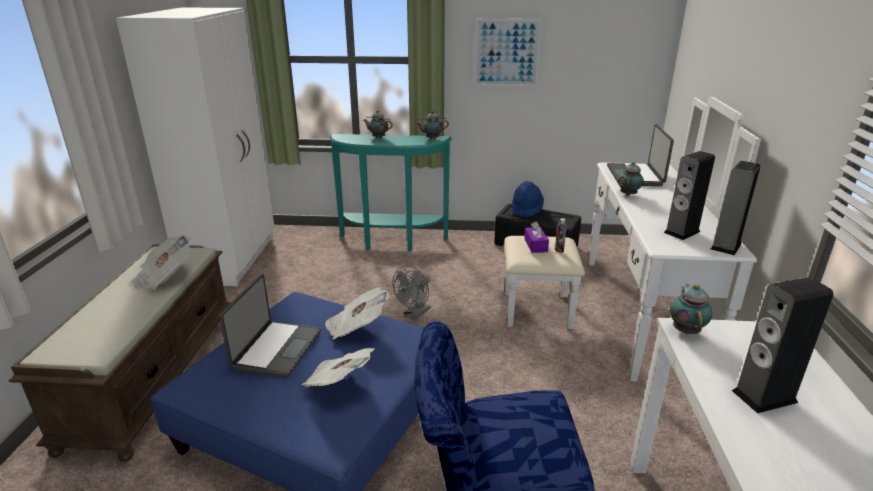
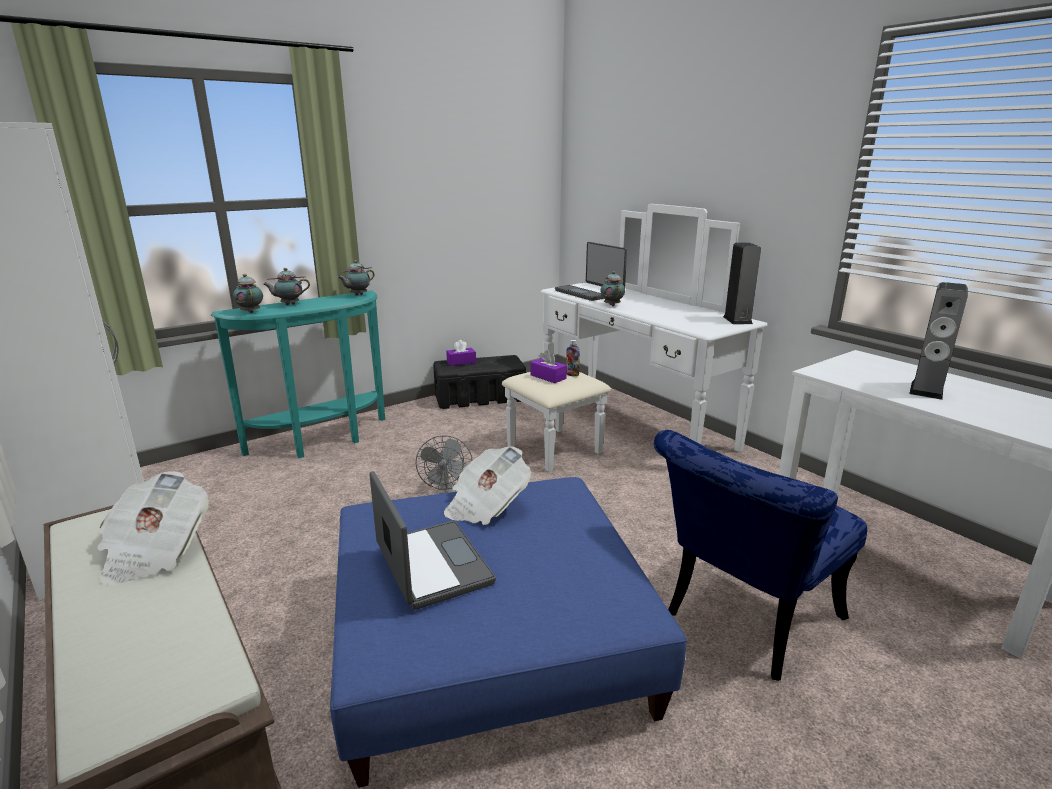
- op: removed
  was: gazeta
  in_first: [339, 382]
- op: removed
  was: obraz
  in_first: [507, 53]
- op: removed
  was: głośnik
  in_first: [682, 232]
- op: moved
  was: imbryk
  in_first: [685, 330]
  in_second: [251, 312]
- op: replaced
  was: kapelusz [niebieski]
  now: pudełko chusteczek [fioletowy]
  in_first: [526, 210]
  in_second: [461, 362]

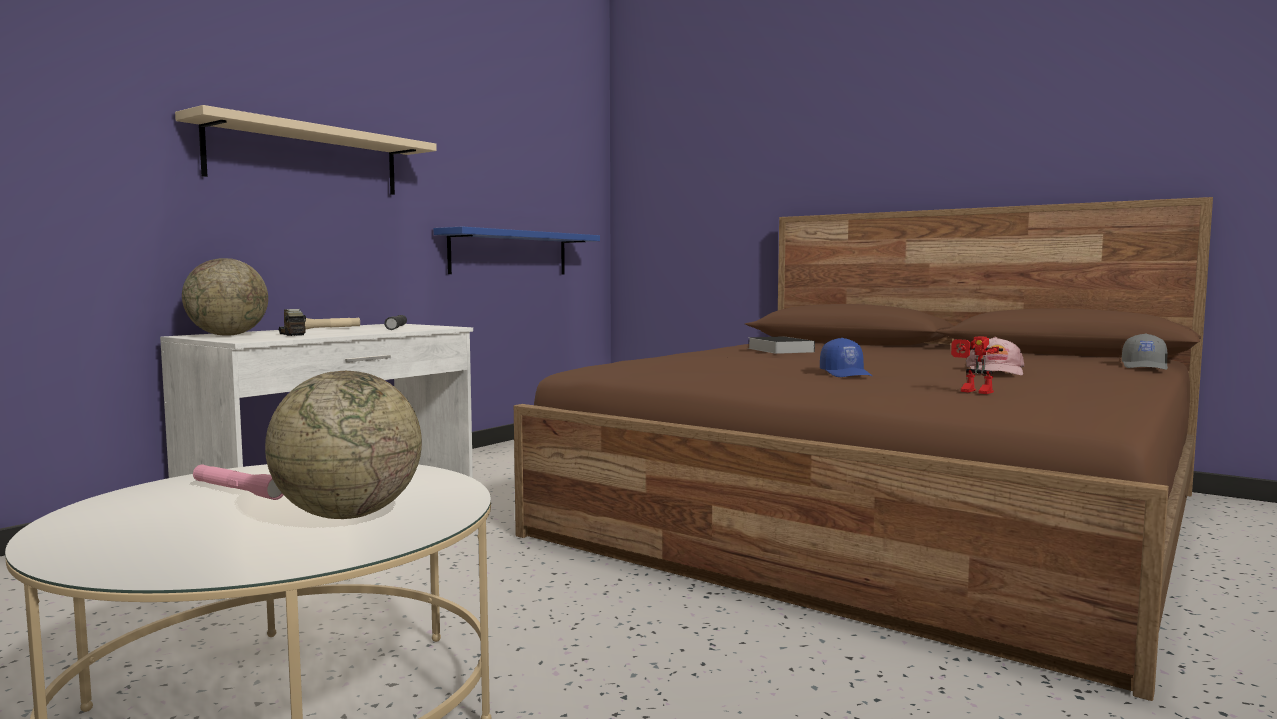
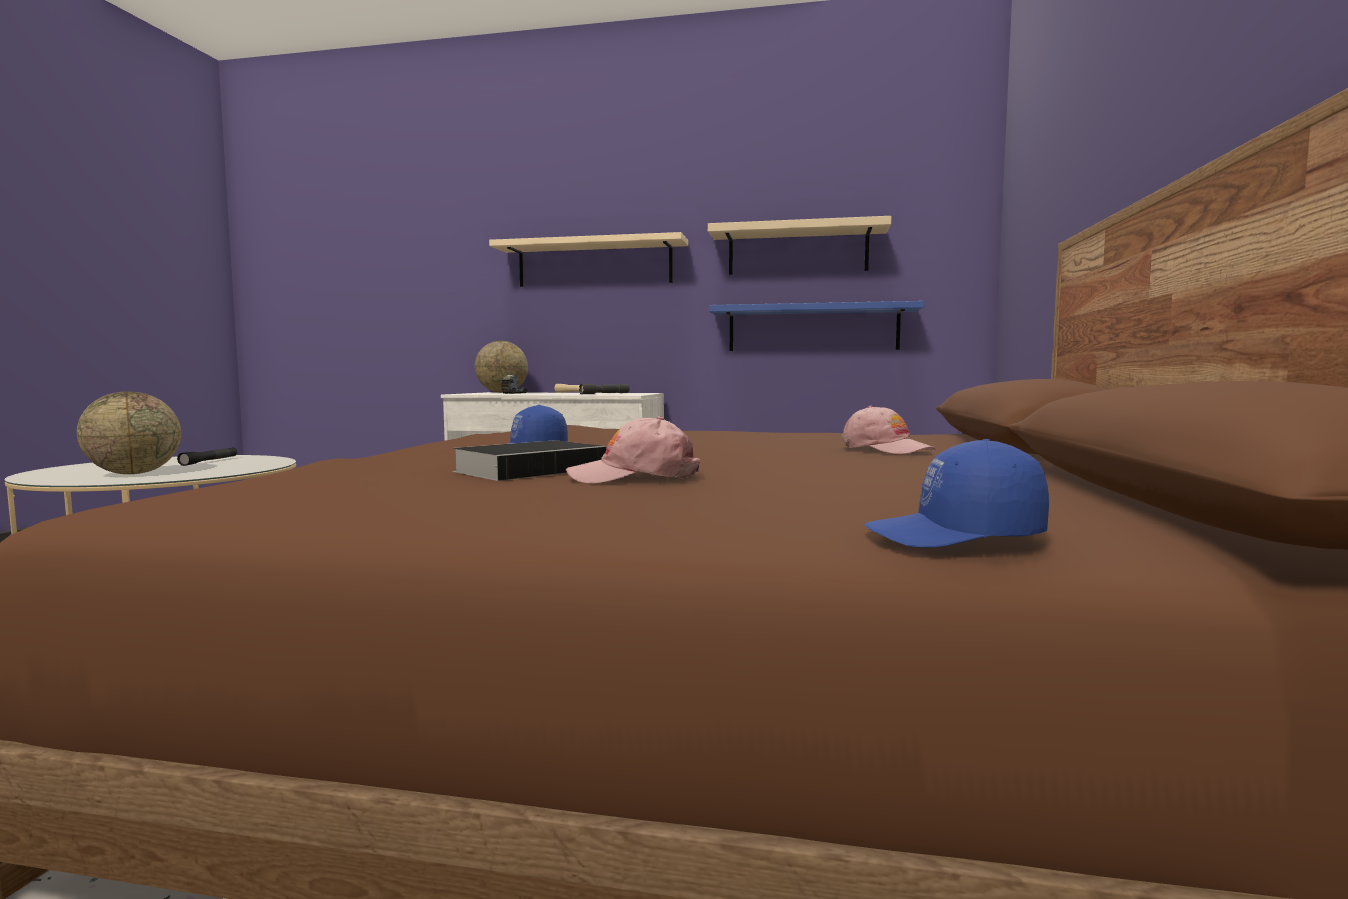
- op: removed
  was: robot zabawkowy
  in_first: [973, 392]
- op: added
  now: półka [beżowy]
  in_second: [797, 250]
- op: added
  now: czapka z daszkiem [różowy]
  in_second: [885, 449]
- op: moved
  was: książka
  in_first: [778, 350]
  in_second: [533, 469]
- op: recoloured
  was: latarka [różowy]
  now: latarka [czarny]
  in_first: [238, 491]
  in_second: [209, 461]
- op: recoloured
  was: czapka z daszkiem [szary]
  now: czapka z daszkiem [niebieski]
  in_first: [1145, 367]
  in_second: [955, 536]

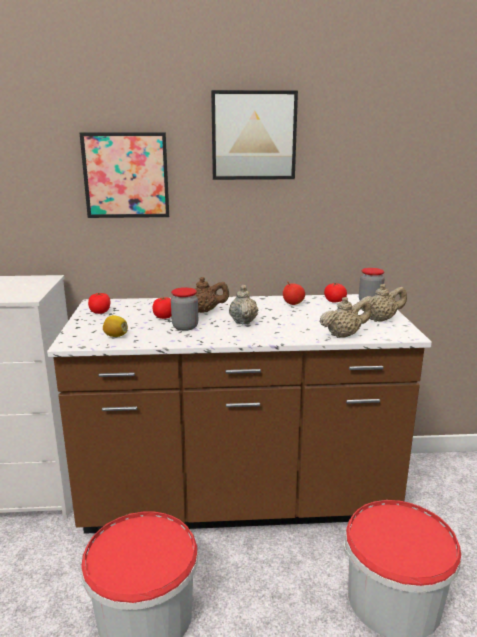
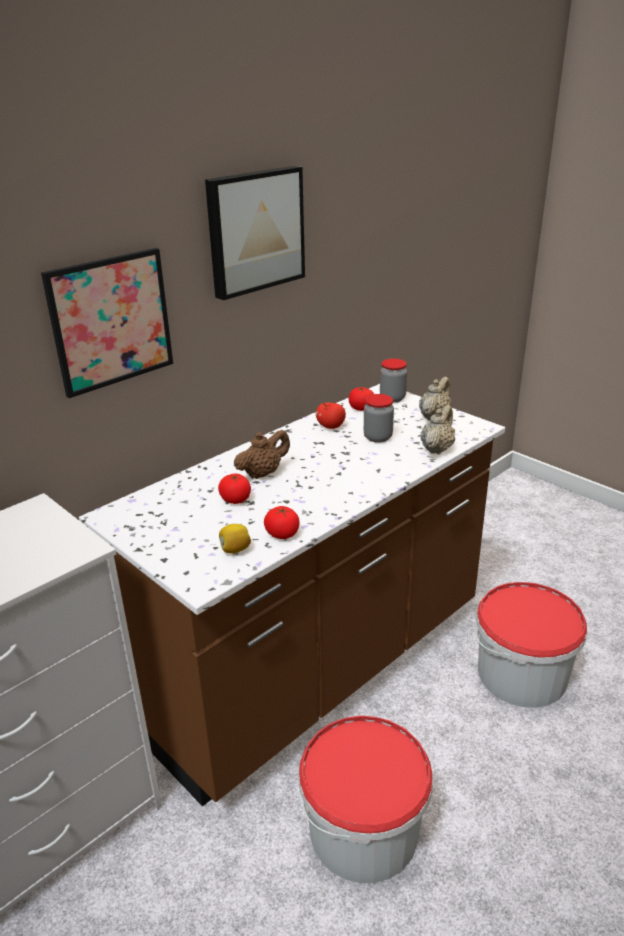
- op: removed
  was: imbryk [beżowy]
  in_first: [243, 321]
- op: moved
  was: pomidor
  in_first: [100, 312]
  in_second: [282, 534]
- op: moved
  was: słoik
  in_first: [185, 327]
  in_second: [378, 437]

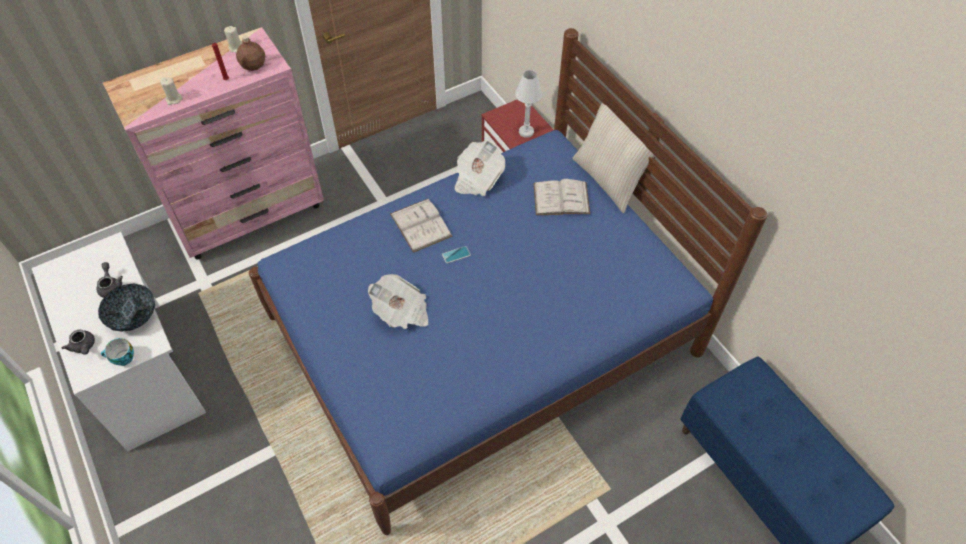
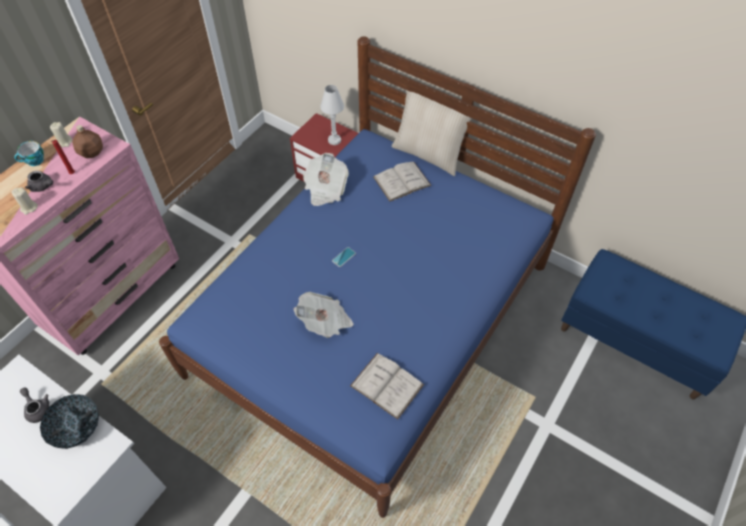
- op: moved
  was: imbryk [szary]
  in_first: [84, 347]
  in_second: [43, 187]
- op: moved
  was: filiżanka
  in_first: [122, 359]
  in_second: [34, 161]
- op: moved
  was: książka [biały]
  in_first: [420, 225]
  in_second: [387, 385]

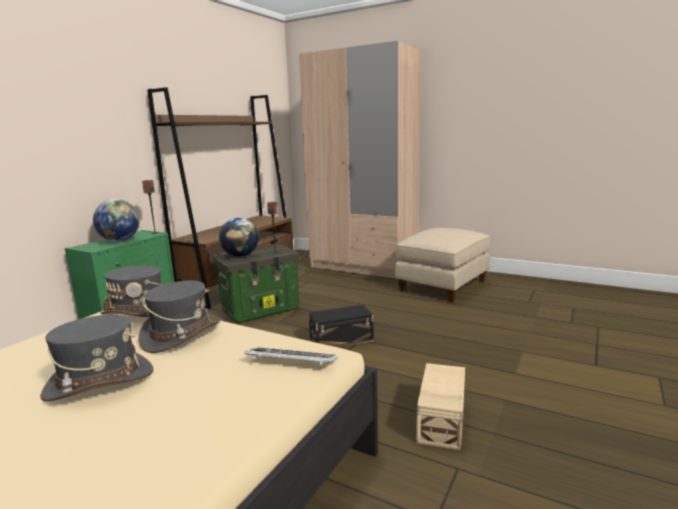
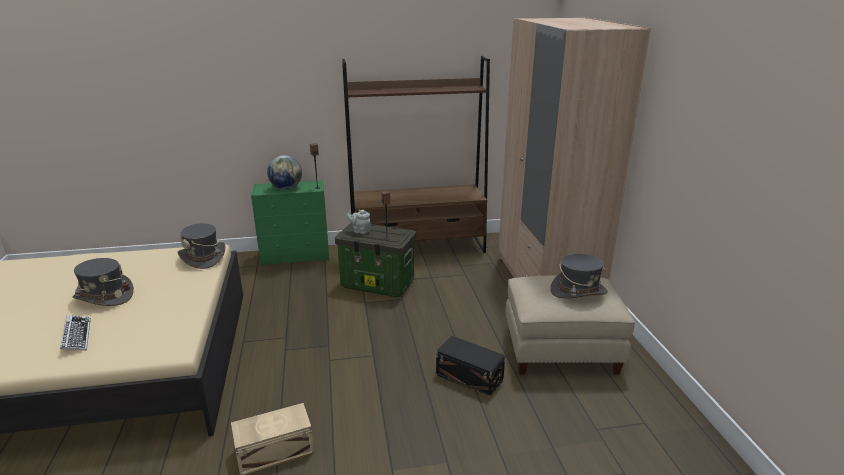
- op: moved
  was: kapelusz [szary]
  in_first: [181, 335]
  in_second: [578, 291]
- op: moved
  was: klawiatura
  in_first: [291, 361]
  in_second: [76, 336]
- op: moved
  was: pojemnik do przechowywania [czarny]
  in_first: [340, 339]
  in_second: [469, 376]
- op: replaced
  was: globus
  now: imbryk [szary]
  in_first: [240, 256]
  in_second: [360, 231]

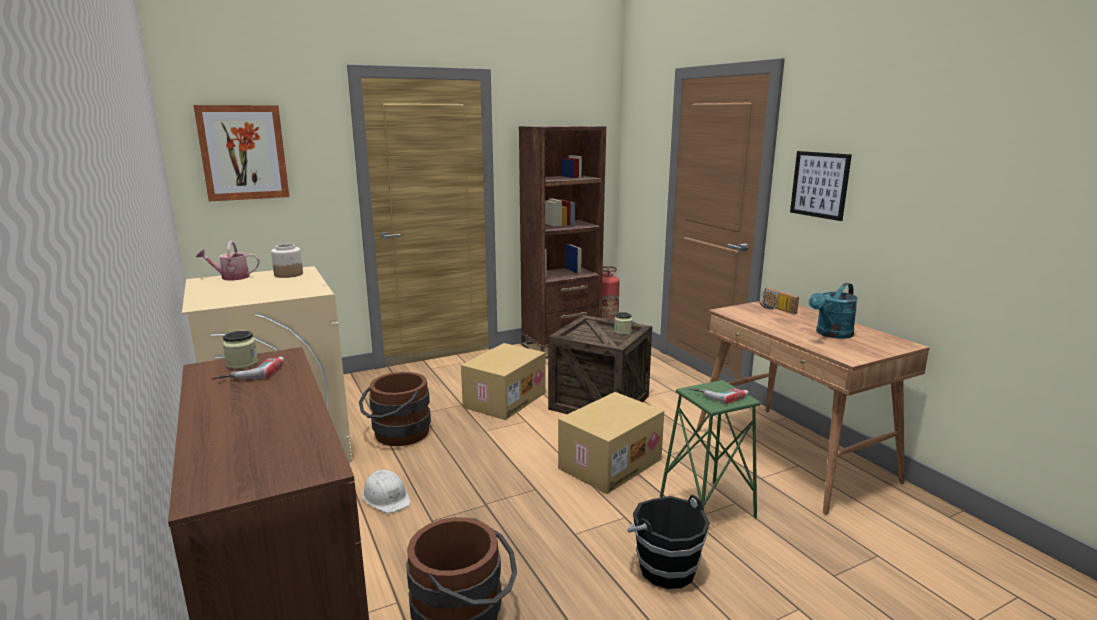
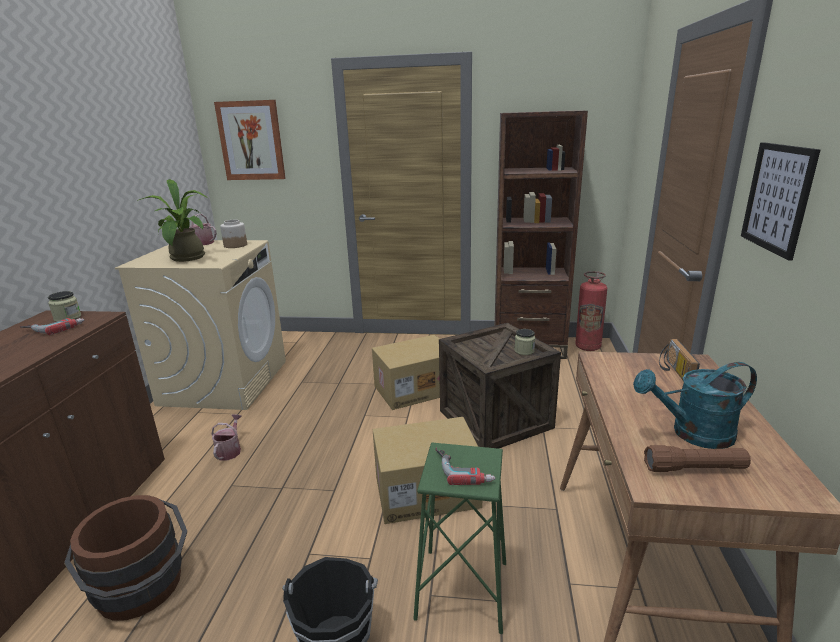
- op: removed
  was: wiadro [brązowy]
  in_first: [397, 435]
- op: added
  now: roślina doniczkowa
  in_second: [187, 259]
- op: added
  now: latarka [brązowy]
  in_second: [694, 469]
- op: replaced
  was: kask [biały]
  now: konewka
  in_first: [386, 497]
  in_second: [230, 450]

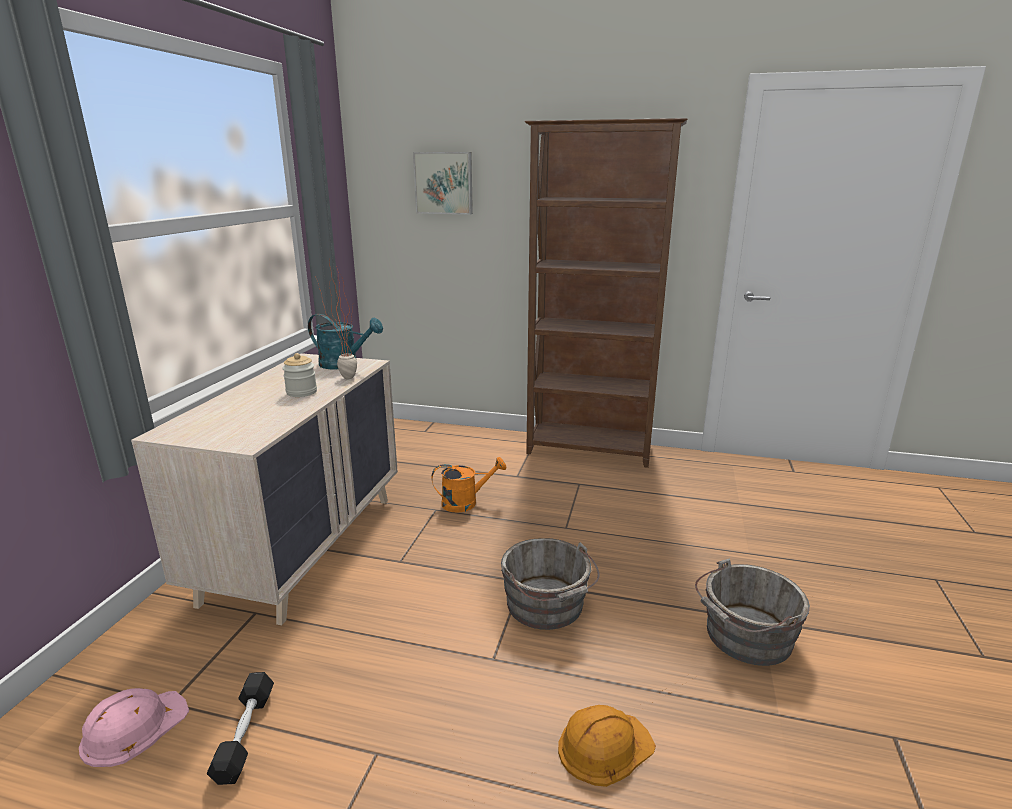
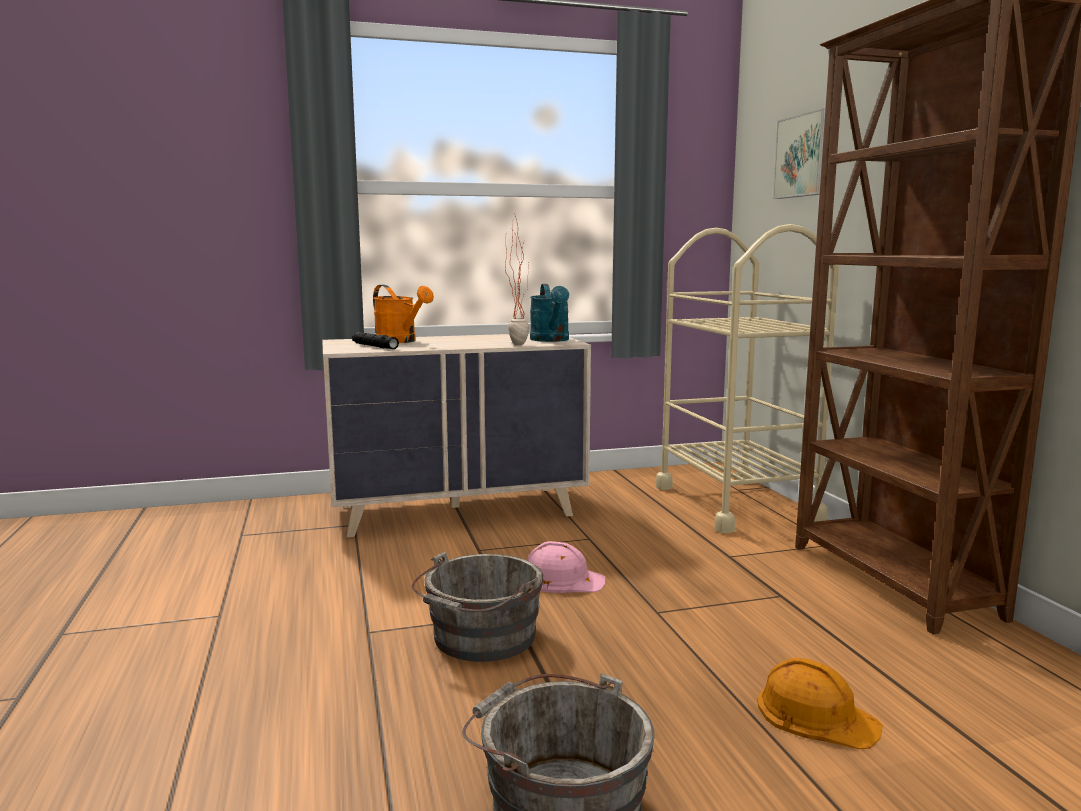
- op: removed
  was: hantel [czarny]
  in_first: [245, 735]
- op: removed
  was: słoik
  in_first: [301, 392]
- op: added
  now: latarka [czarny]
  in_second: [375, 346]
- op: added
  now: wózek [beżowy]
  in_second: [735, 503]
- op: moved
  was: kask [różowy]
  in_first: [133, 728]
  in_second: [562, 579]
- op: moved
  was: konewka [pomarańczowy]
  in_first: [466, 502]
  in_second: [400, 341]
- op: moved
  was: kask [pomarańczowy]
  in_first: [604, 746]
  in_second: [816, 714]

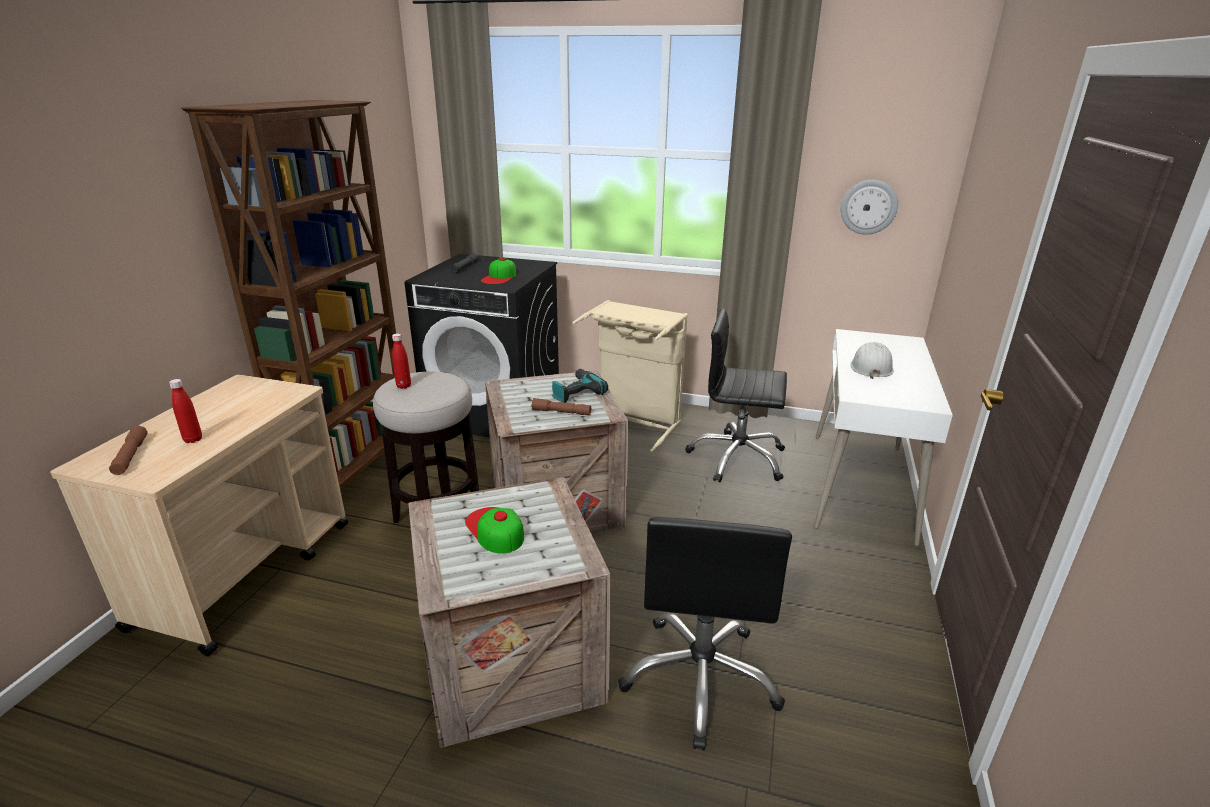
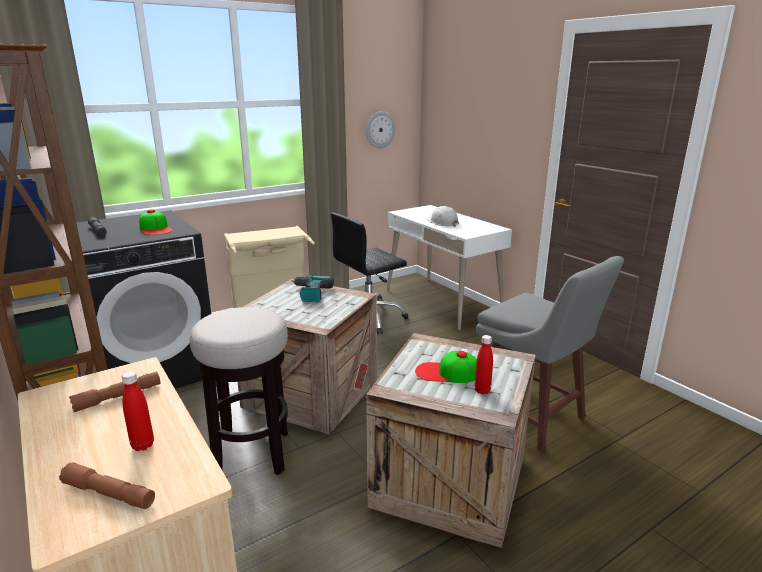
- op: moved
  was: butelka [czerwony]
  in_first: [403, 386]
  in_second: [482, 390]
- op: moved
  was: latarka [brązowy]
  in_first: [561, 412]
  in_second: [118, 397]
- op: replaced
  was: krzesło biurowe [czarny]
  now: stołek [szary]
  in_first: [700, 678]
  in_second: [532, 418]

